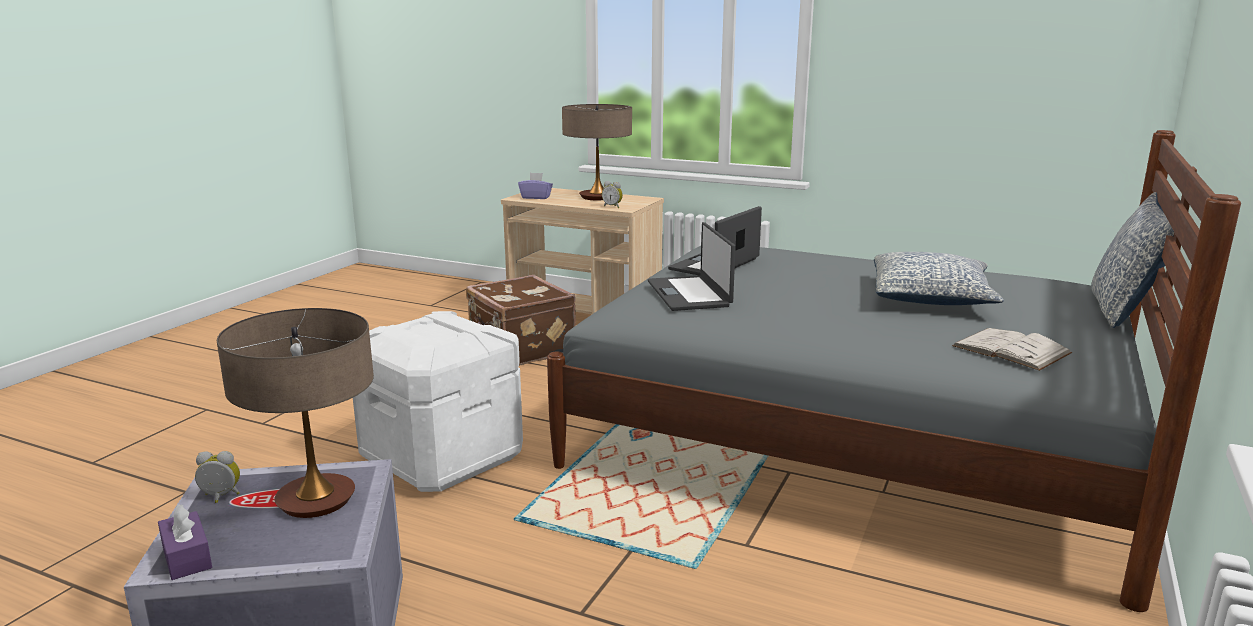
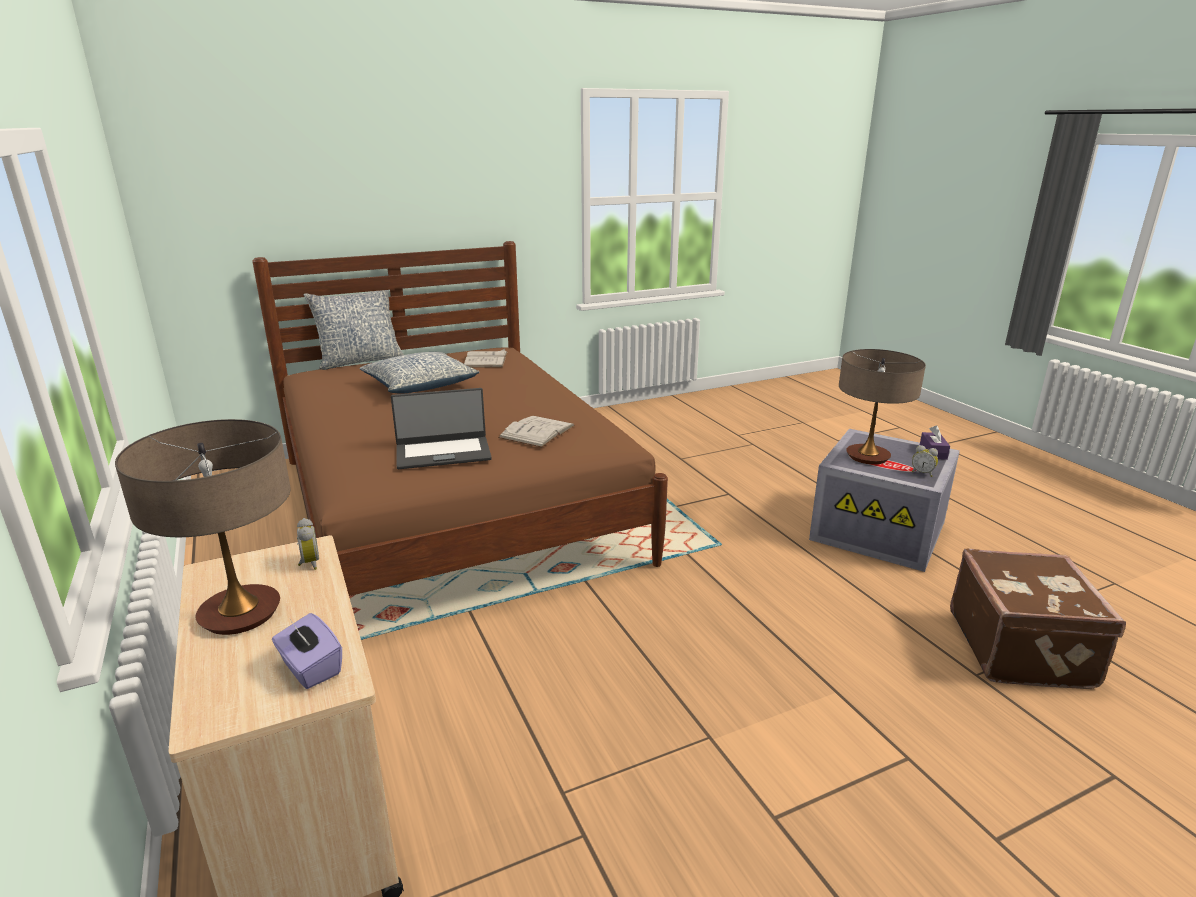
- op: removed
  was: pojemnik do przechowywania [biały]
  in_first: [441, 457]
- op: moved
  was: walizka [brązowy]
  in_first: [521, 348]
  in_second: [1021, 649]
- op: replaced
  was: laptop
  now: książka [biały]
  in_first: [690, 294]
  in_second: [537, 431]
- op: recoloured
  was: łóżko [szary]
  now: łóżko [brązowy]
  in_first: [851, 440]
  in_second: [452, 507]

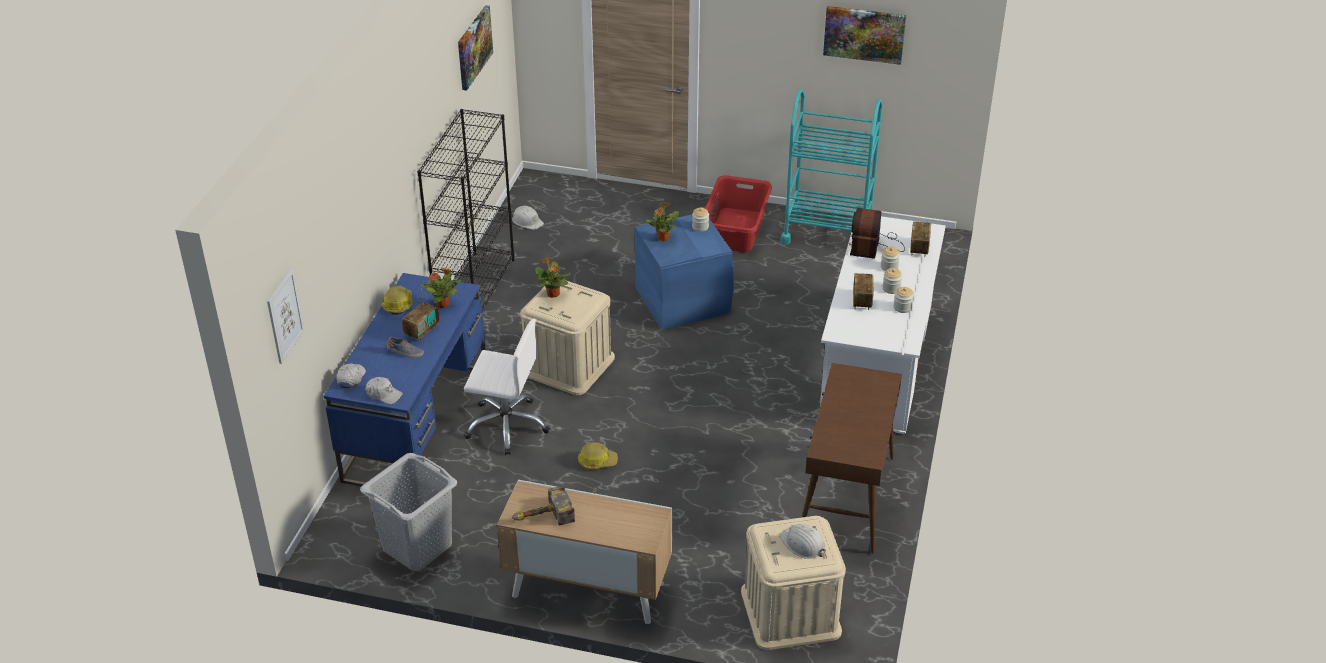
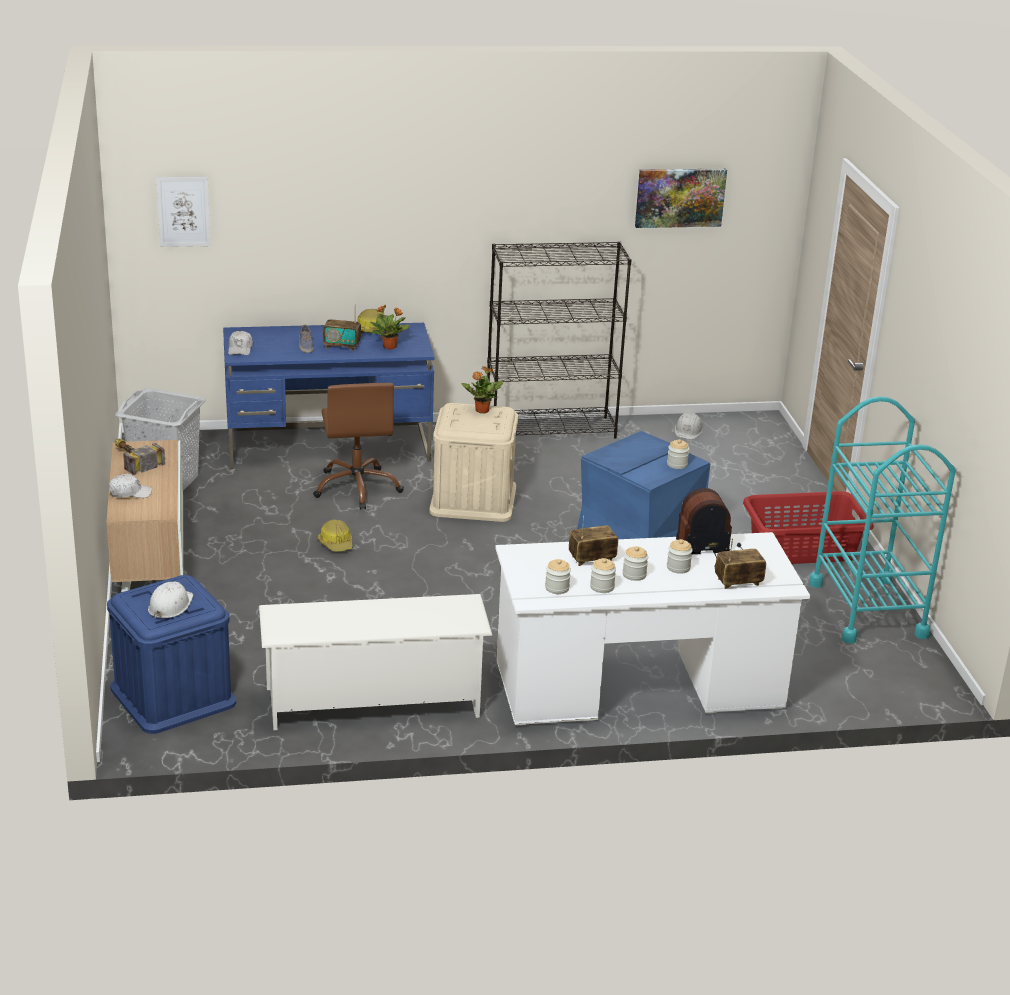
- op: removed
  was: roślina doniczkowa
  in_first: [662, 238]
- op: removed
  was: obraz
  in_first: [864, 34]
- op: added
  now: słoik
  in_second: [557, 588]
- op: moved
  was: czapka z daszkiem [biały]
  in_first: [351, 378]
  in_second: [130, 493]
- op: replaced
  was: stolik konsolowy [brązowy]
  now: regał na buty [biały]
  in_first: [846, 498]
  in_second: [373, 703]
- op: recoloured
  was: krzesło biurowe [biały]
  now: krzesło biurowe [brązowy]
  in_first: [507, 425]
  in_second: [357, 488]
- op: recoloured
  was: pojemnik do przechowywania [beżowy]
  now: pojemnik do przechowywania [niebieski]
  in_first: [790, 612]
  in_second: [173, 695]

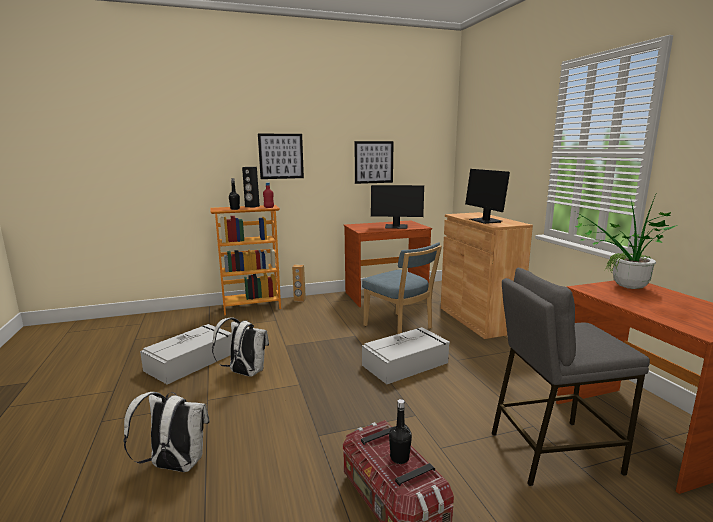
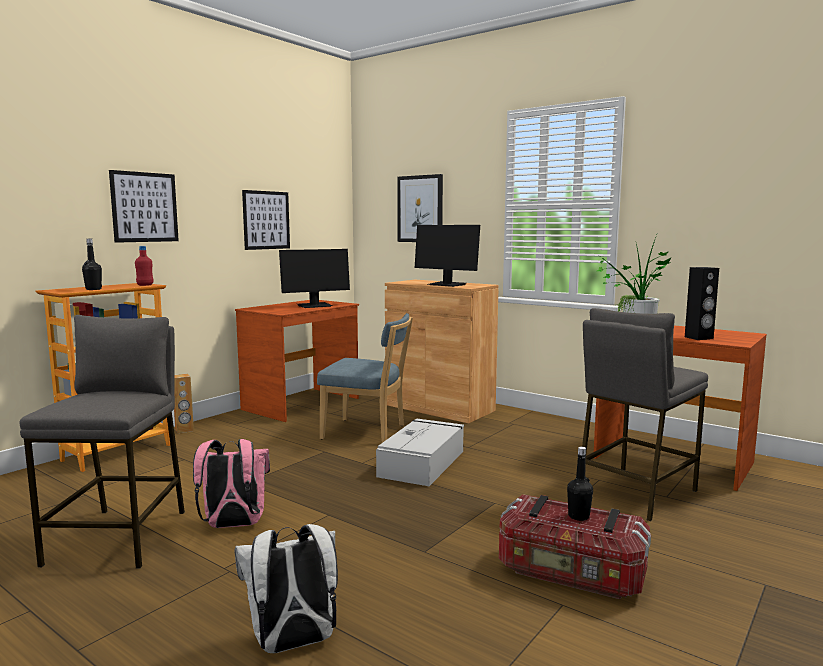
- op: added
  now: obraz
  in_second: [420, 209]
- op: moved
  was: głośnik [czarny]
  in_first: [252, 206]
  in_second: [699, 338]
- op: replaced
  was: pojemnik do przechowywania [szary]
  now: stołek [szary]
  in_first: [191, 361]
  in_second: [120, 537]
- op: recoloured
  was: plecak [biały]
  now: plecak [różowy]
  in_first: [244, 373]
  in_second: [233, 525]

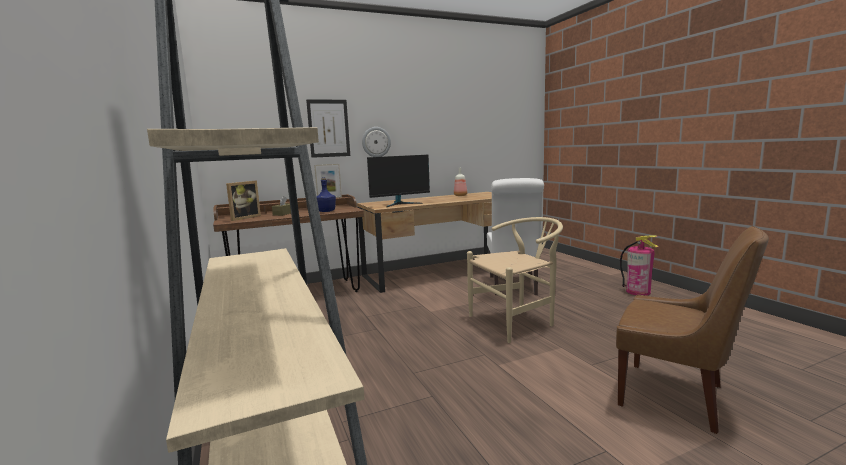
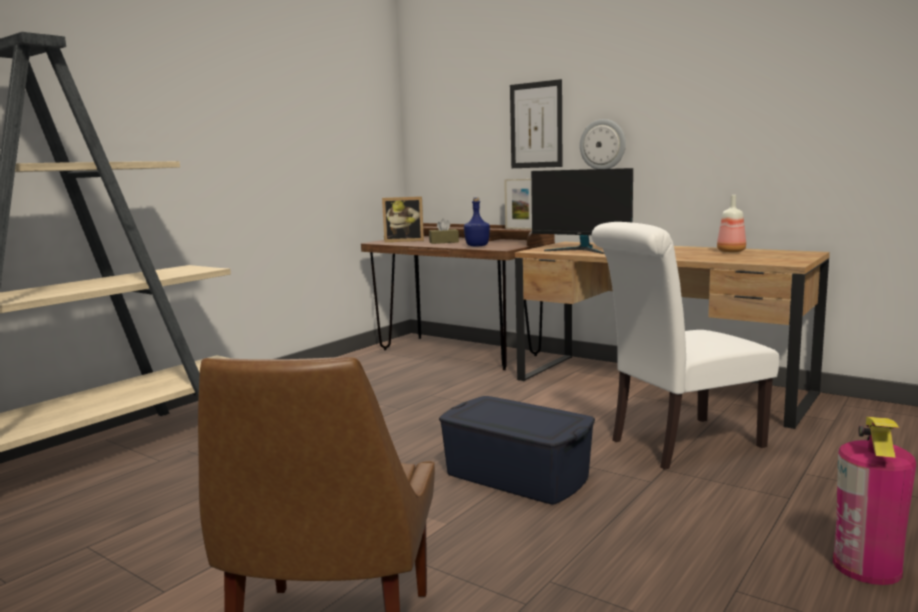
- op: replaced
  was: krzesło [beżowy]
  now: pojemnik do przechowywania [niebieski]
  in_first: [517, 321]
  in_second: [517, 476]

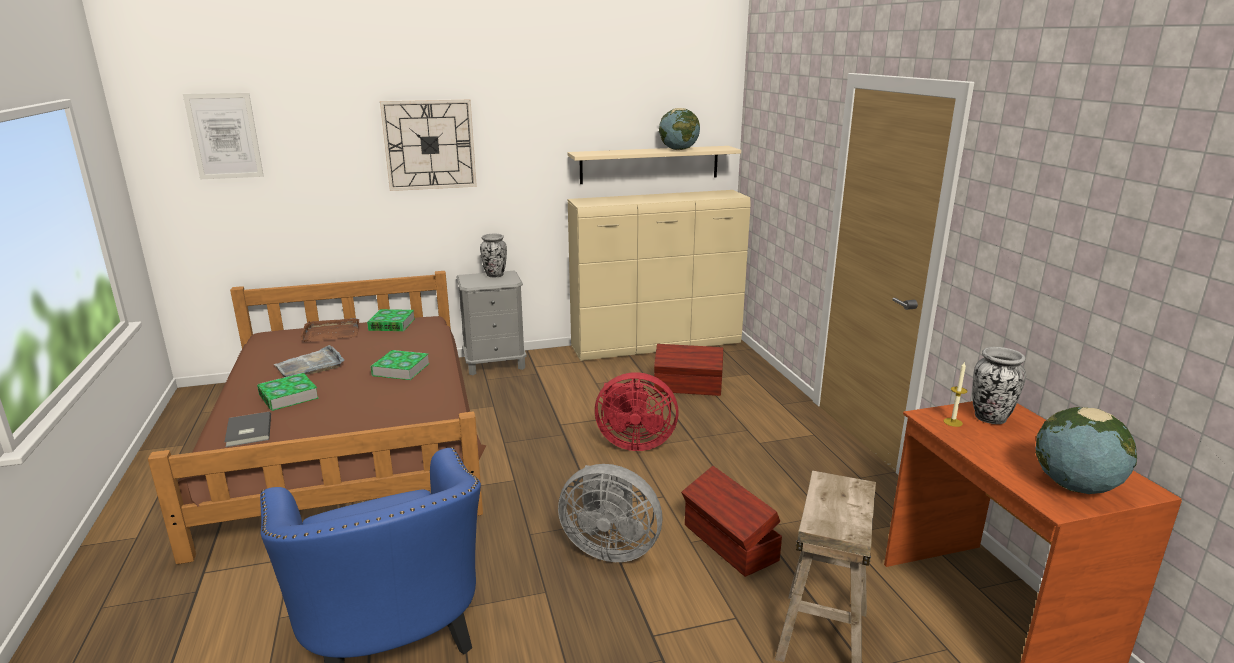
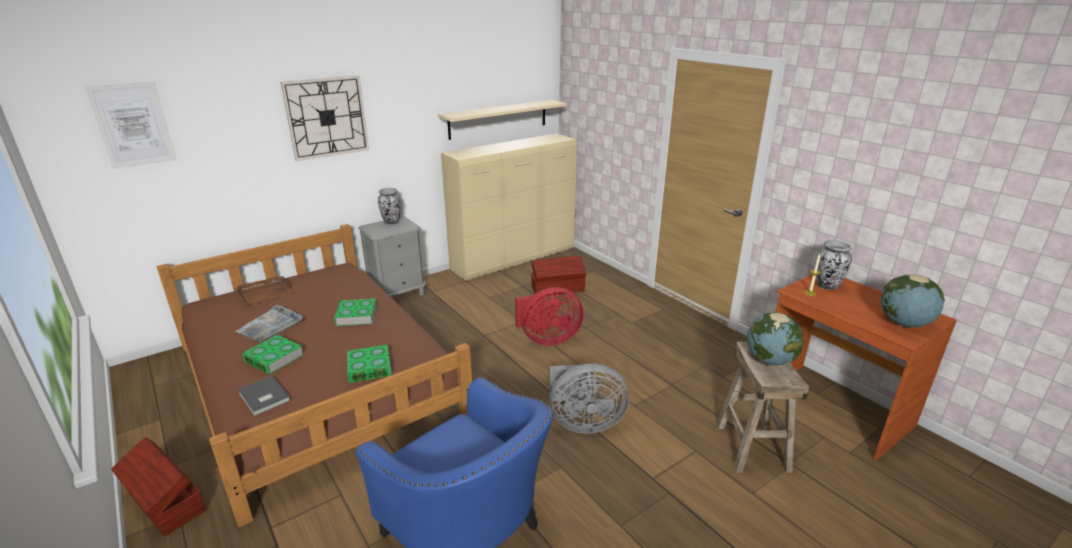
- op: moved
  was: książka
  in_first: [392, 324]
  in_second: [369, 367]
- op: moved
  was: globus
  in_first: [679, 149]
  in_second: [770, 360]
- op: moved
  was: pojemnik do przechowywania [brązowy]
  in_first: [729, 543]
  in_second: [166, 503]

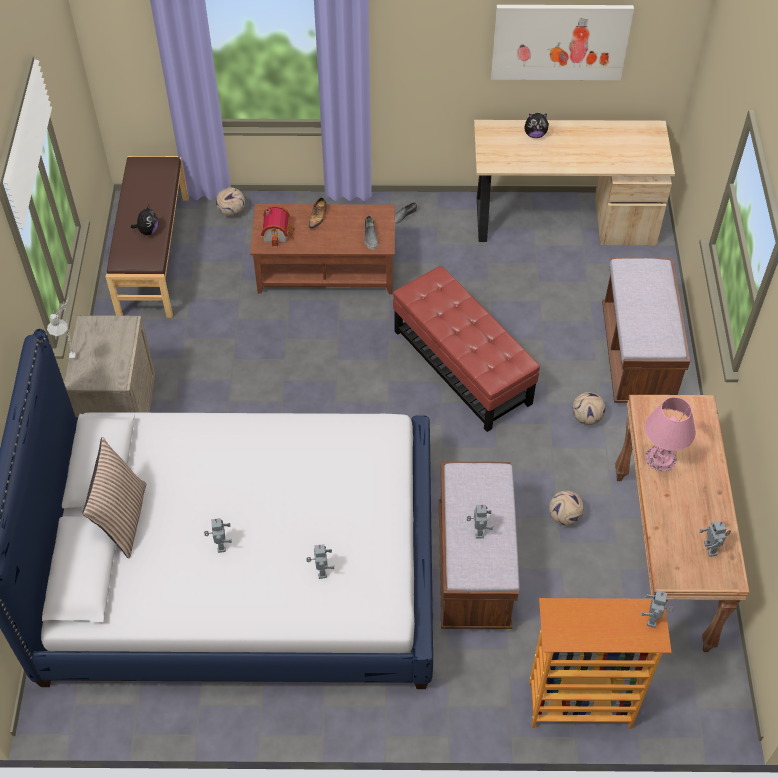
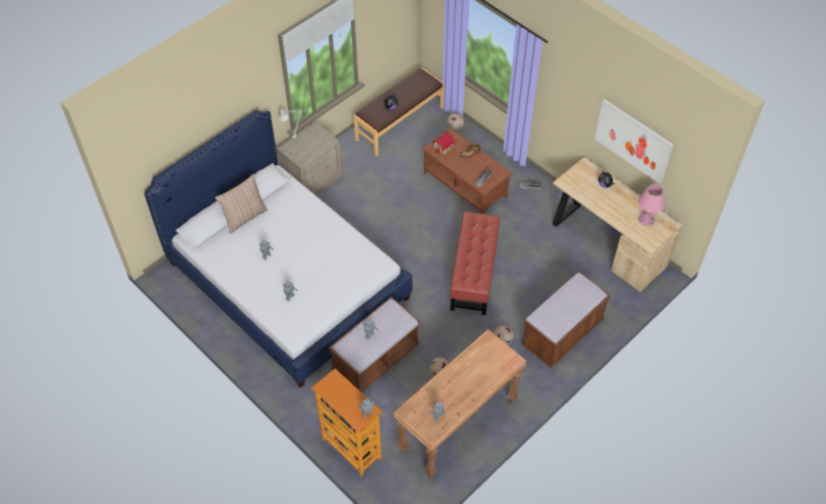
- op: moved
  was: lampa stołowa [różowy]
  in_first: [660, 458]
  in_second: [646, 219]

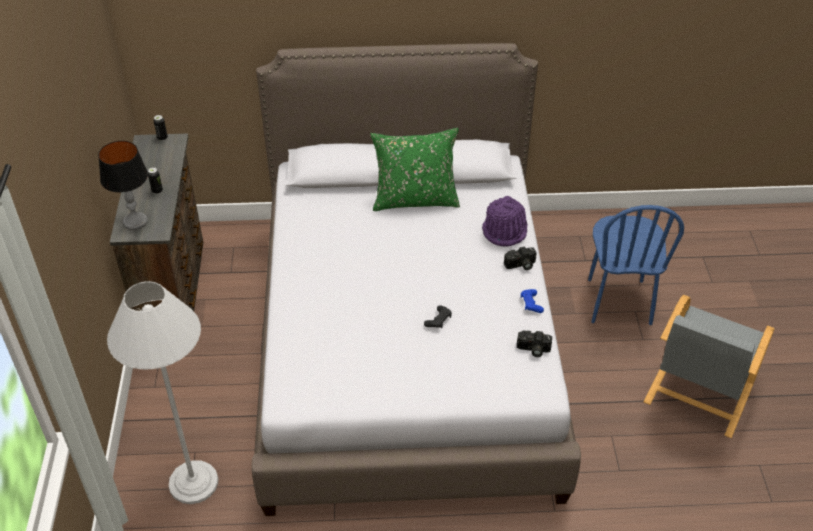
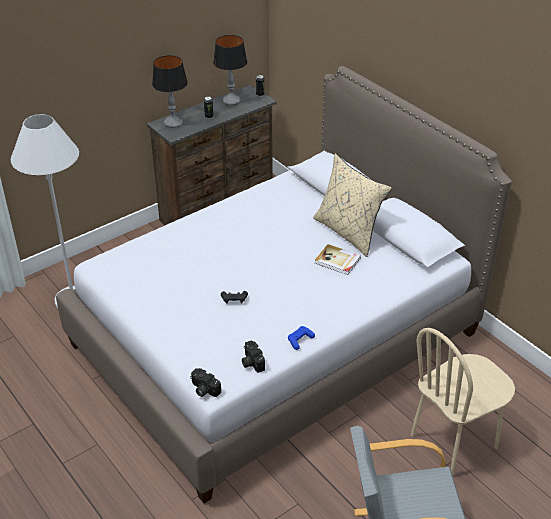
- op: removed
  was: kapelusz [fioletowy]
  in_first: [505, 230]
- op: added
  now: lampa stołowa
  in_second: [231, 101]
- op: added
  now: książka
  in_second: [337, 261]
- op: moved
  was: aparat fotograficzny
  in_first: [520, 265]
  in_second: [203, 389]
- op: recoloured
  was: poduszka [zielony]
  now: poduszka [beżowy]
  in_first: [415, 200]
  in_second: [348, 232]
- op: recoloured
  was: krzesło [niebieski]
  now: krzesło [beżowy]
  in_first: [618, 301]
  in_second: [454, 442]

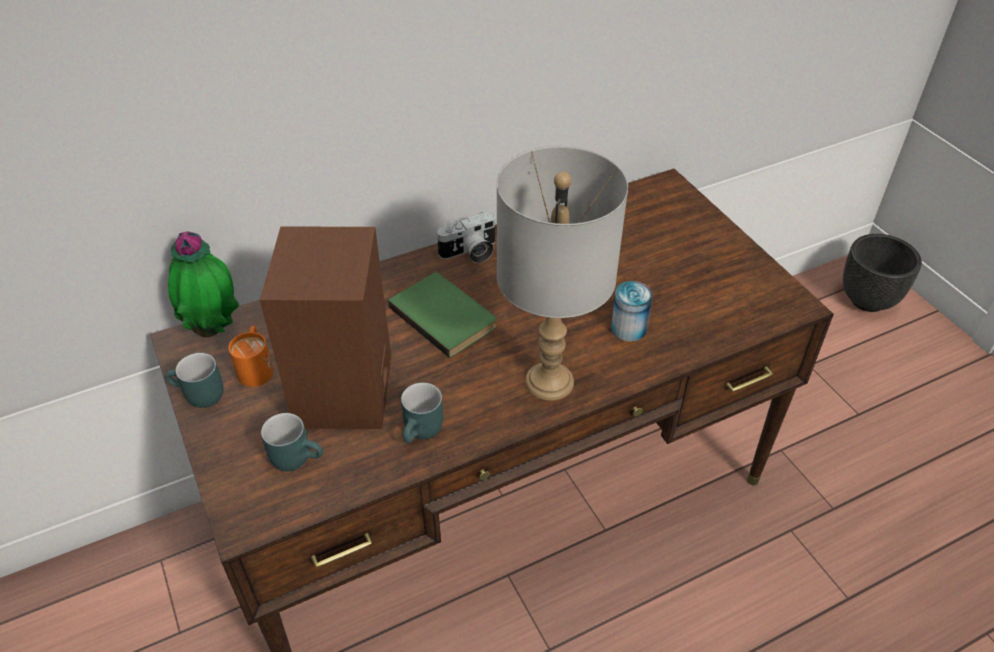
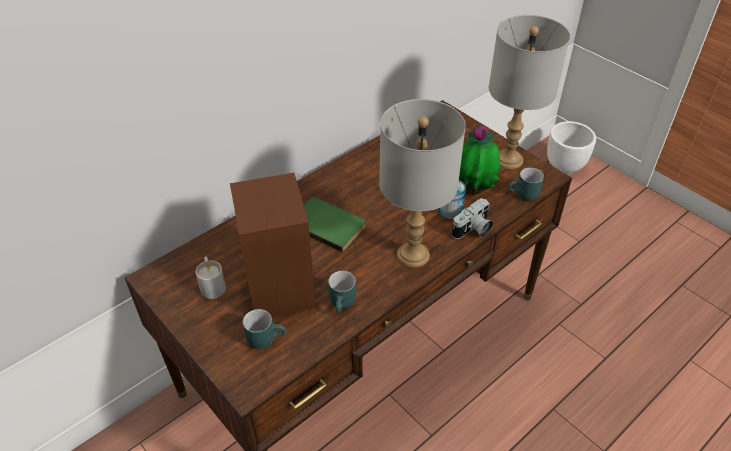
- op: added
  now: lampa stołowa [szary]
  in_second: [509, 159]
- op: moved
  was: kubek [turkusowy]
  in_first: [198, 396]
  in_second: [524, 195]
- op: moved
  was: roślina doniczkowa
  in_first: [214, 329]
  in_second: [475, 189]
- op: moved
  was: aparat fotograficzny
  in_first: [470, 253]
  in_second: [473, 230]
- op: recoloured
  was: kubek [pomarańczowy]
  now: kubek [biały]
  in_first: [256, 367]
  in_second: [212, 285]
- op: recoloured
  was: donica [czarny]
  now: donica [biały]
  in_first: [868, 300]
  in_second: [565, 166]

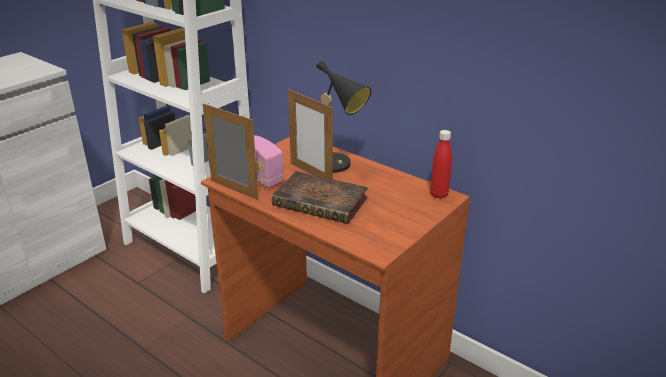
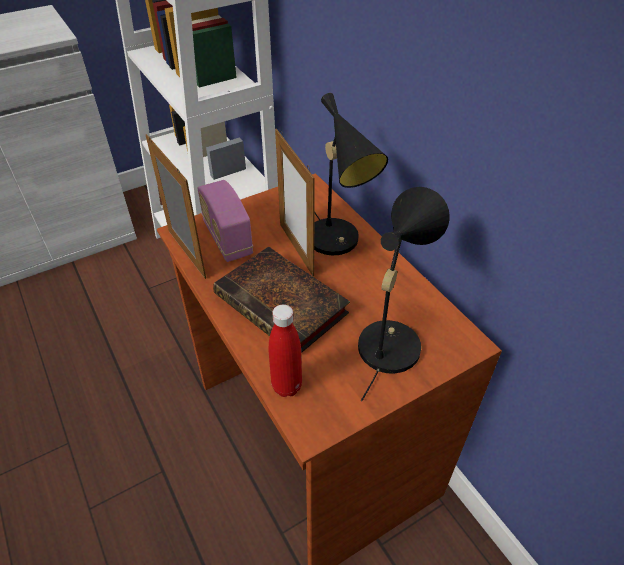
- op: added
  now: lampa stołowa [czarny]
  in_second: [390, 339]
- op: moved
  was: butelka [czerwony]
  in_first: [439, 194]
  in_second: [286, 386]

